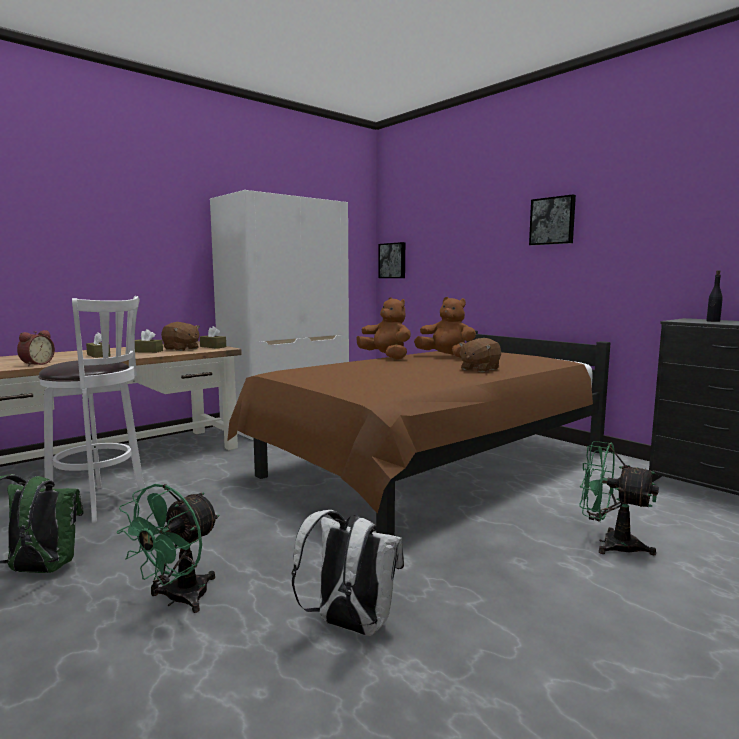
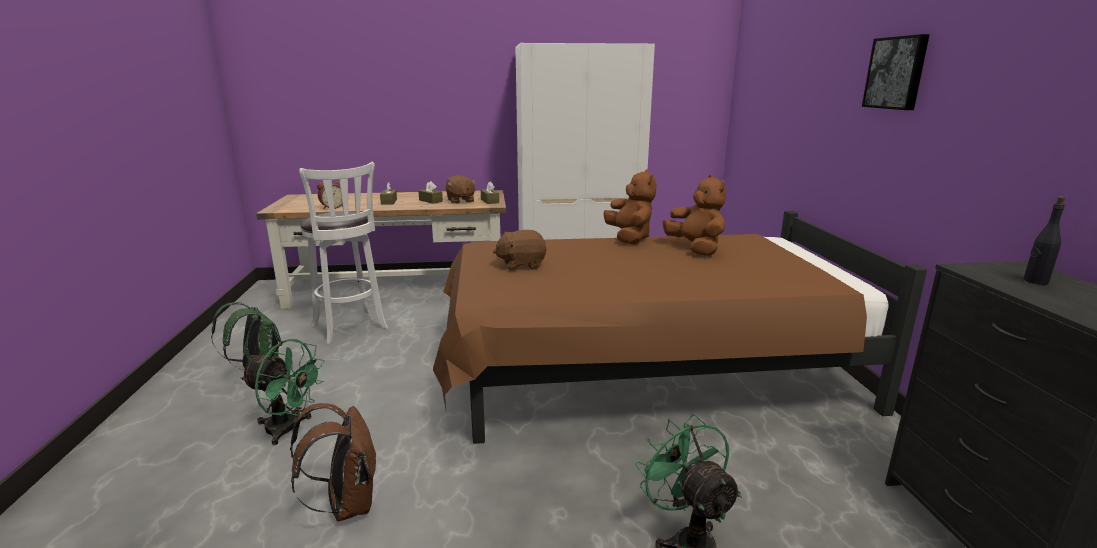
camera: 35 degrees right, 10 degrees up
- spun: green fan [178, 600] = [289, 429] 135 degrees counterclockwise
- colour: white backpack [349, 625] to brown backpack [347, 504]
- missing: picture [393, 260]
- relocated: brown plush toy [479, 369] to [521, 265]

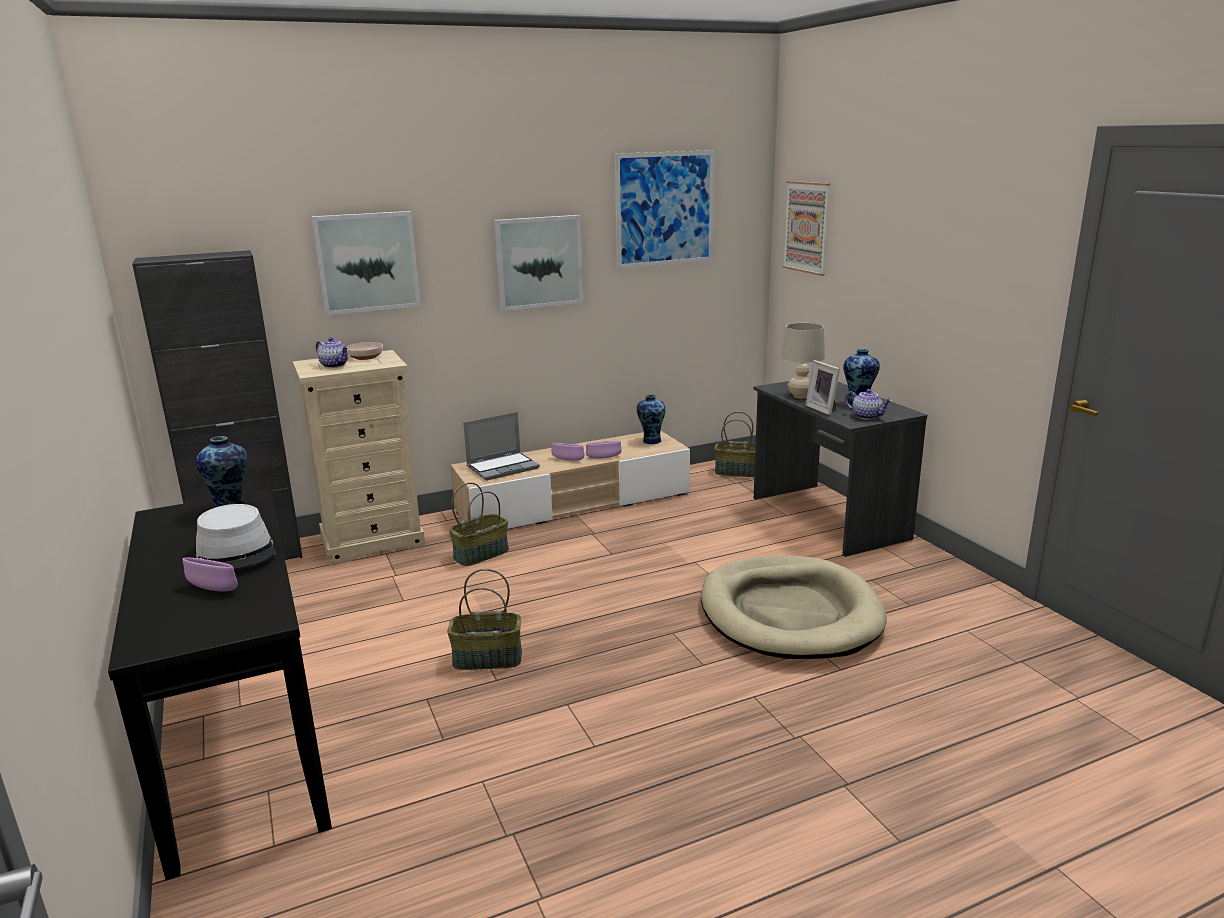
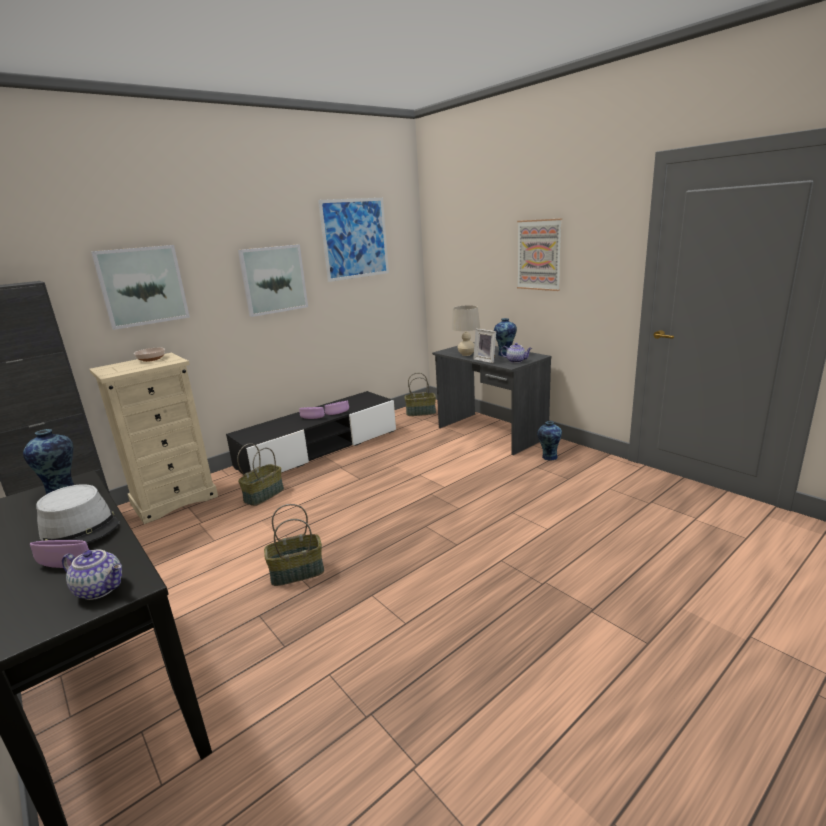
camera: 15 degrees left, 0 degrees up
- relocated: teapot [335, 365] to [101, 588]
- colour: beige tv stand [574, 503] to black tv stand [319, 449]
- missing: laptop [503, 467]
- relocated: vase [651, 441] to [548, 457]
- missing: beige dog bed [789, 613]
- relocated: picture [807, 227] to [539, 255]

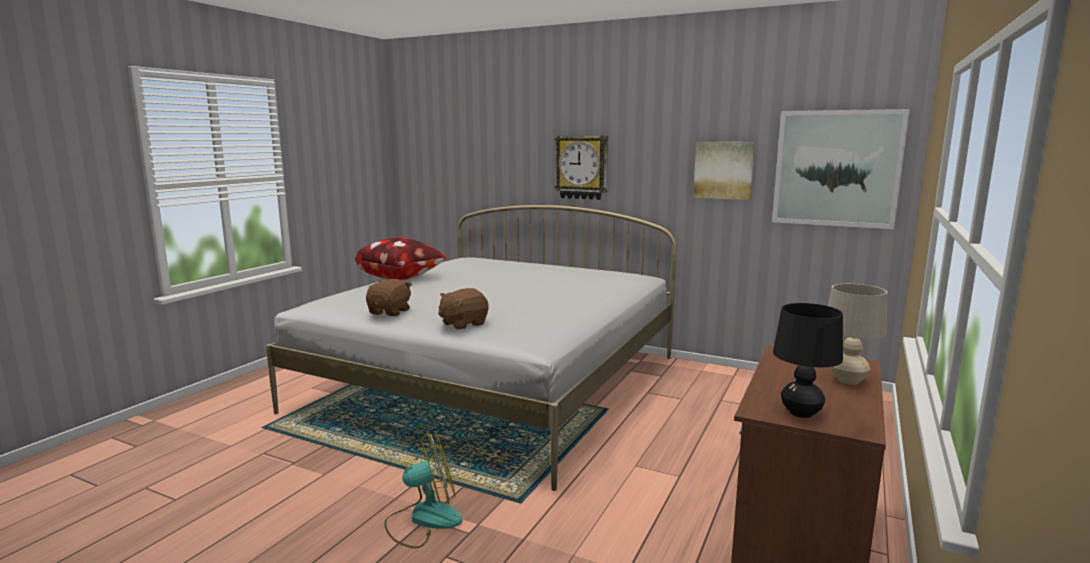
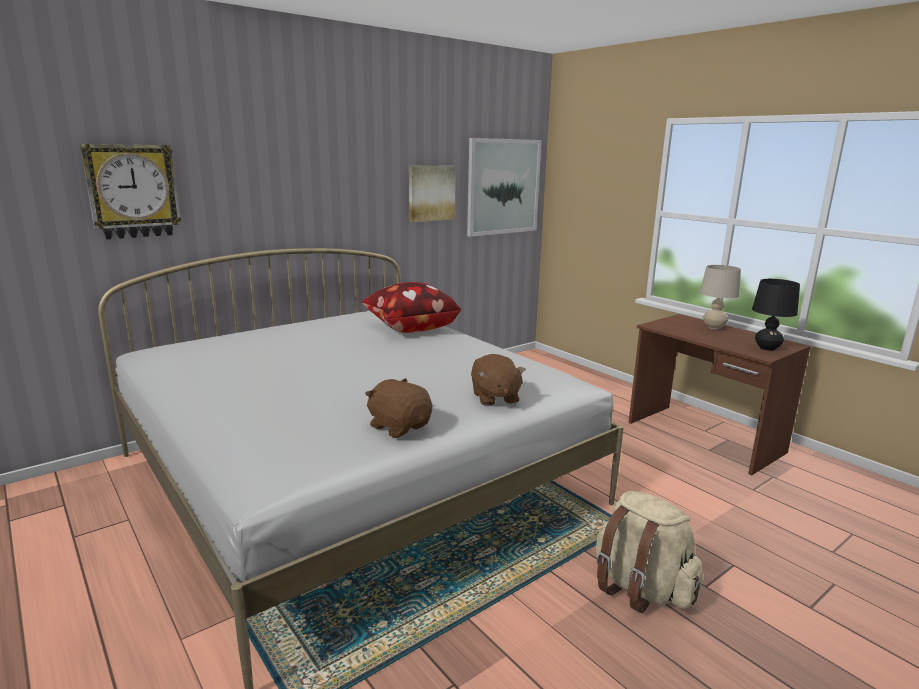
camera: 65 degrees left, 5 degrees up
- relocated: pillow [401, 278] to [410, 328]
- exchanged: fan [423, 520] to beige backpack [640, 588]
- relocated: wall clock [582, 167] to [133, 191]

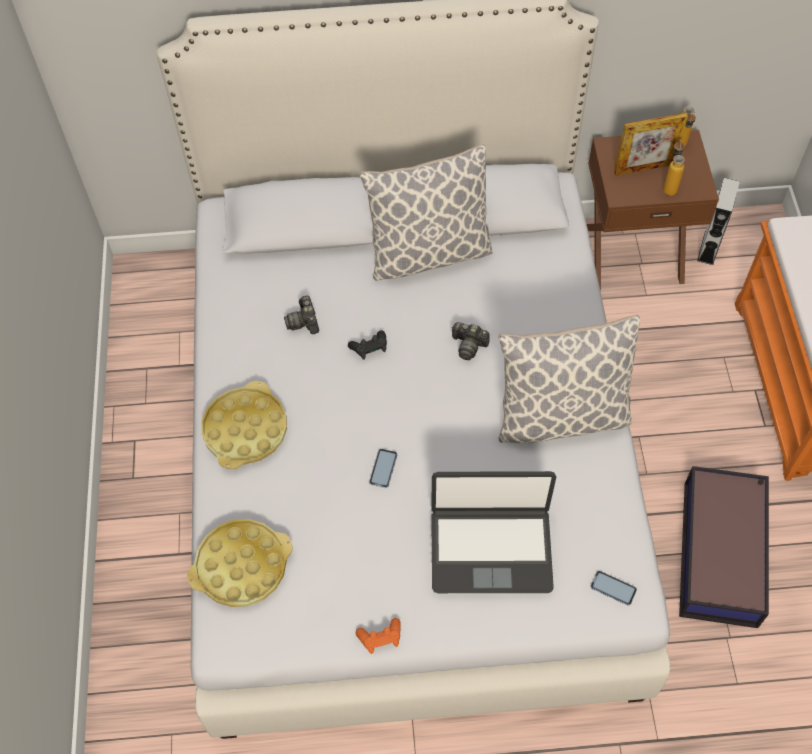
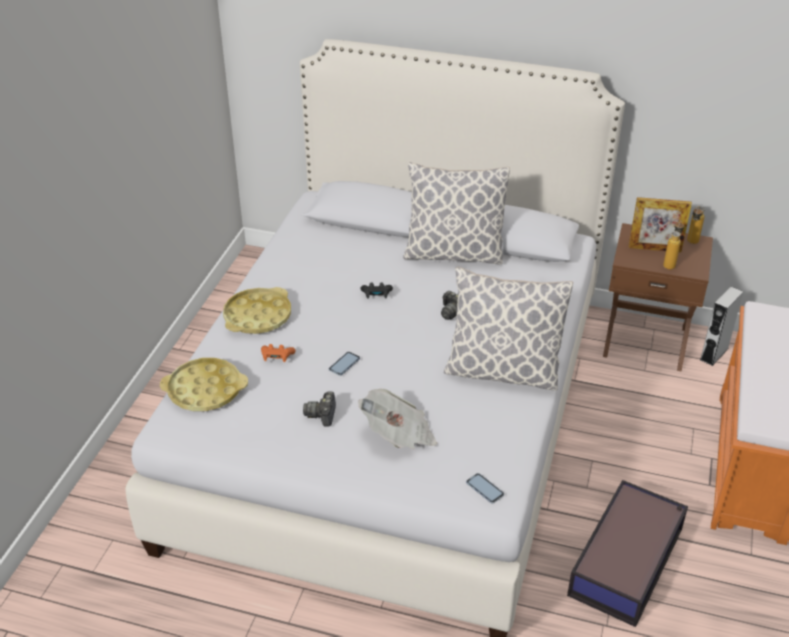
camera: 20 degrees right, 20 degrees down
- relocated: photo camera [304, 321] to [322, 415]
- relocated: orange game controller [380, 638] to [277, 357]
- exchanged: laptop [491, 549] to newspaper [399, 435]

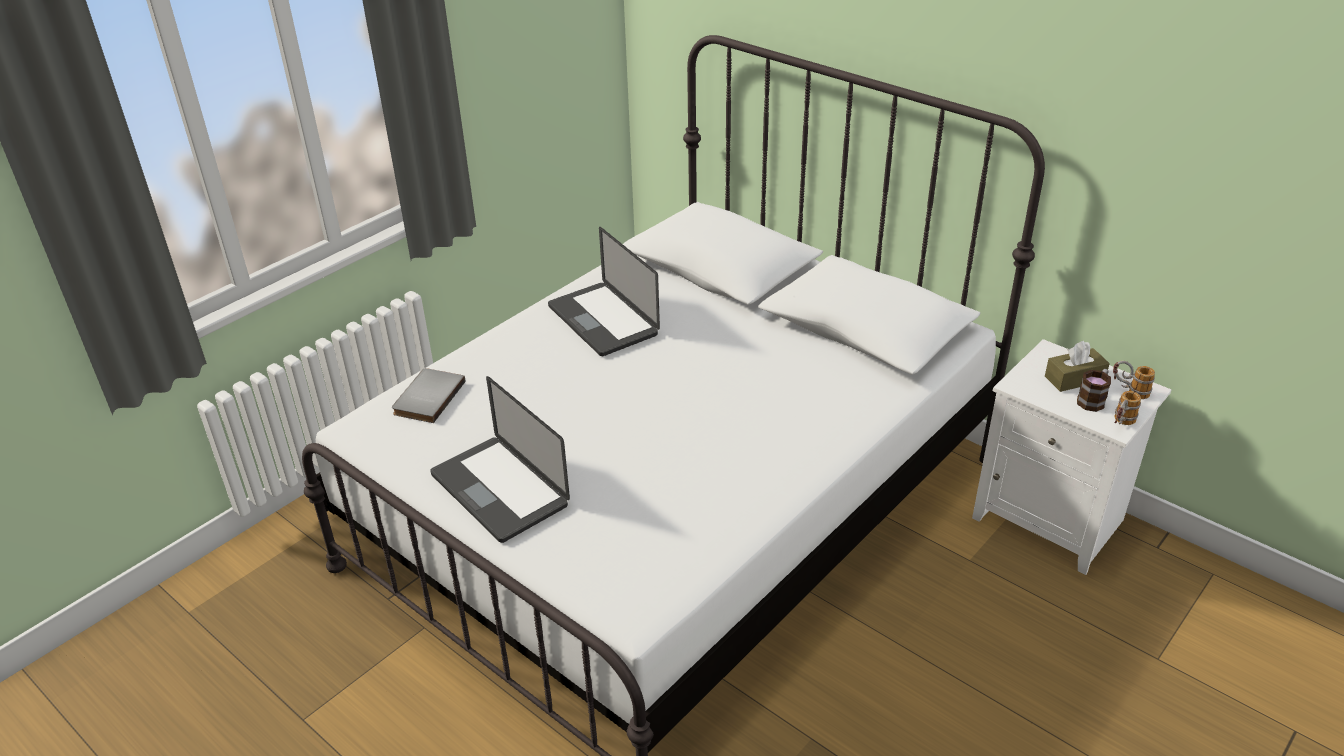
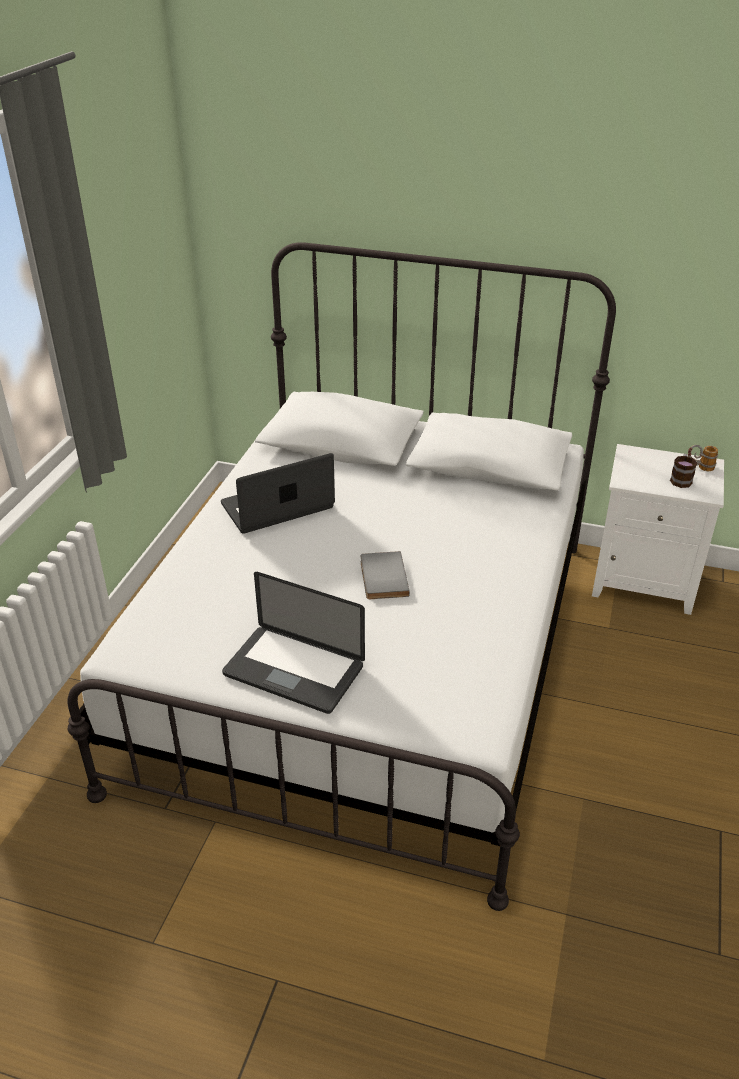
camera: 25 degrees left, 0 degrees up
- relocated: grey book [427, 397] to [381, 578]
- spun: laptop [603, 320] = [277, 506] 120 degrees clockwise
- missing: brown tissue box [1074, 379]
- missing: mug [1121, 424]

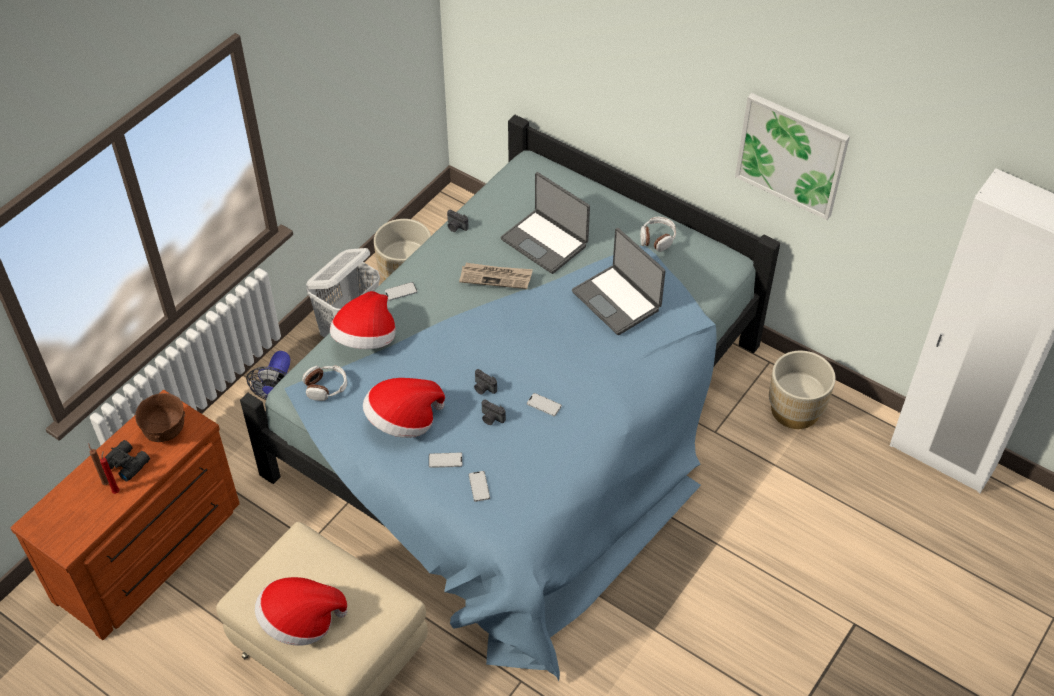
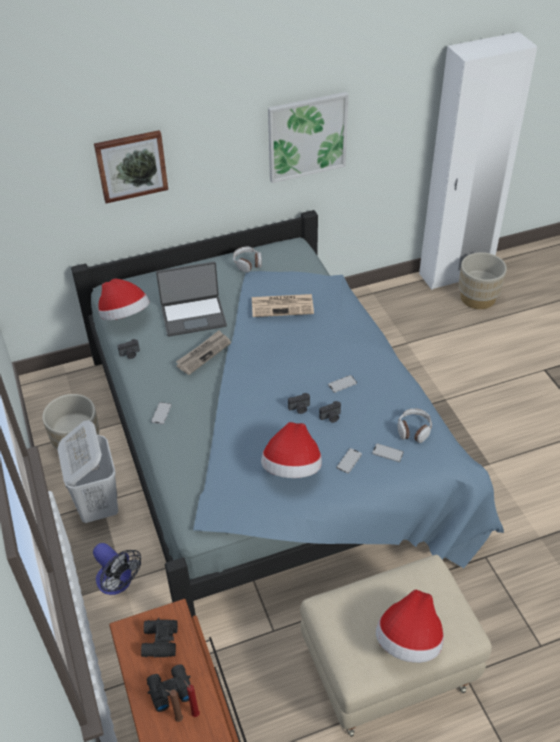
camera: 55 degrees left, 5 degrees down
- exchanged: brown bowl [165, 431] to black binoculars [159, 642]
- relocated: headphones [326, 387] to [414, 430]
- relocated: hat [366, 340] to [125, 316]
- exchanged: laptop [617, 300] to newspaper [283, 305]
- relocated: beige planter [795, 410] to [477, 298]
- appeared: picture [131, 165]

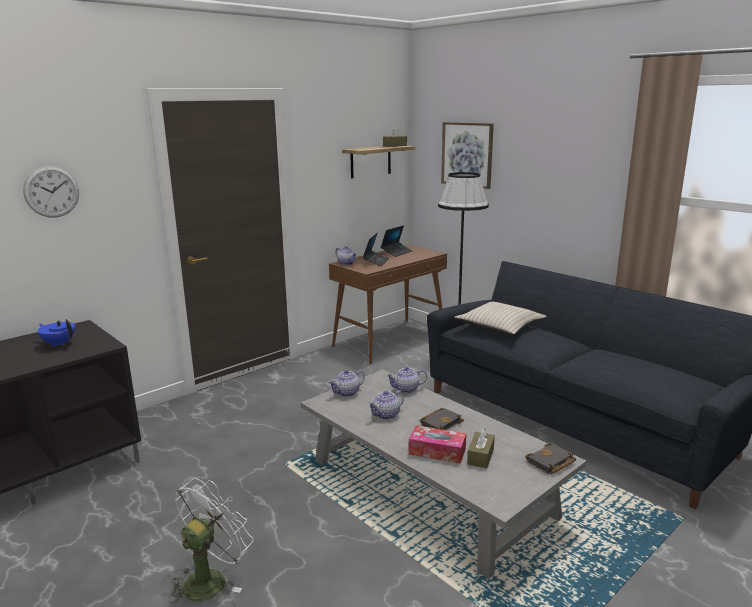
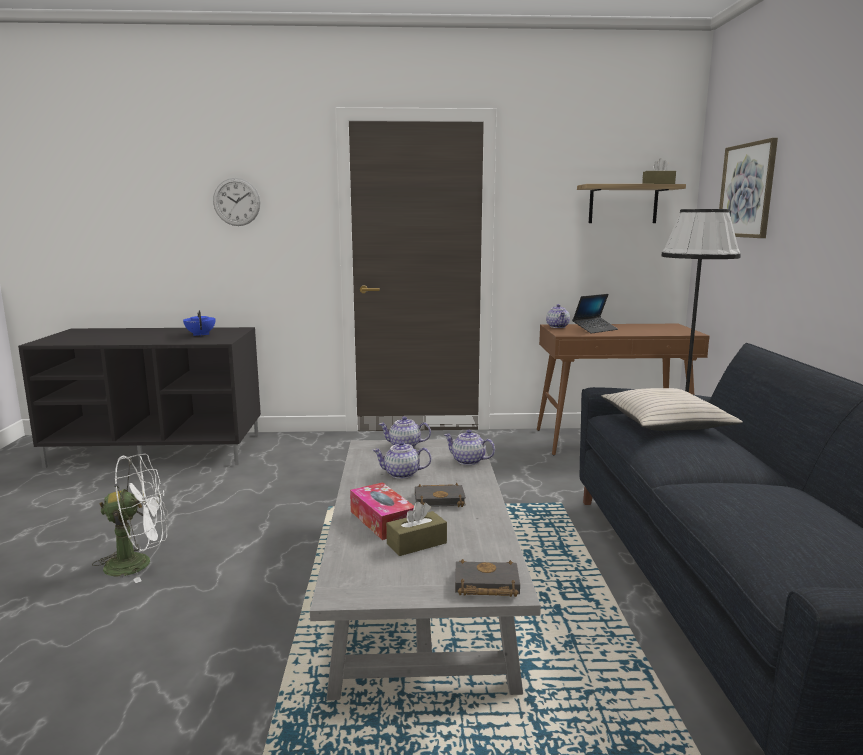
camera: 40 degrees right, 5 degrees down
- missing: laptop [396, 252]

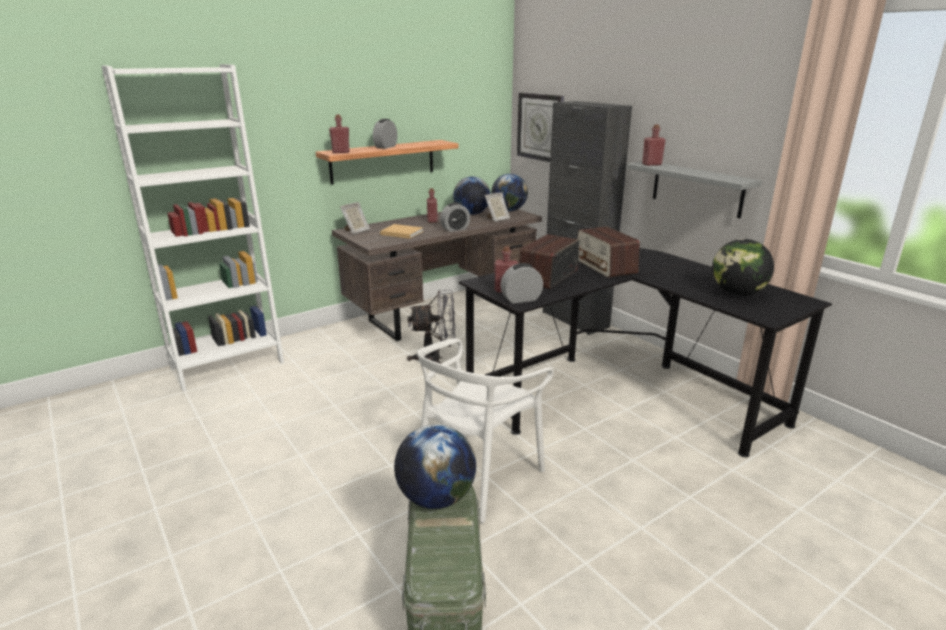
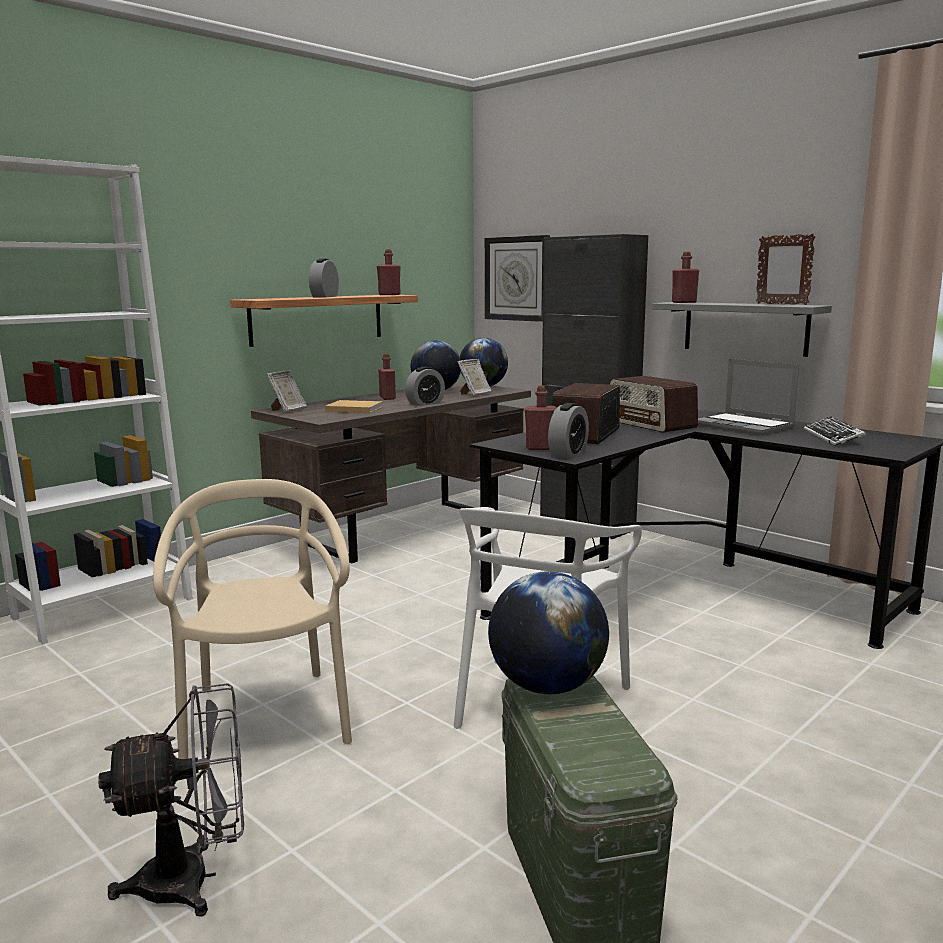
camera: 10 degrees left, 10 degrees down
- relocated: red bottle [341, 152] to [389, 295]
- relocated: grey fan [435, 358] to [194, 880]
- spun: alarm clock [521, 299] = [568, 454] 150 degrees clockwise
- exchanged: globe [737, 293] to keyboard [833, 437]
- appeared: beige chair [265, 718]
- appeared: laptop [744, 426]
- appeared: picture frame [781, 304]

